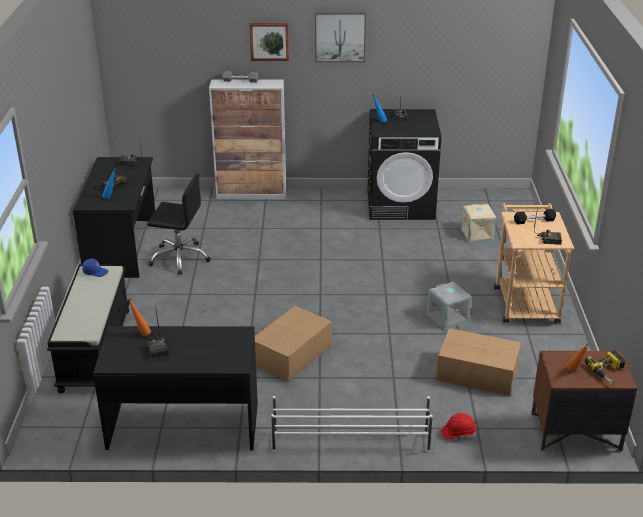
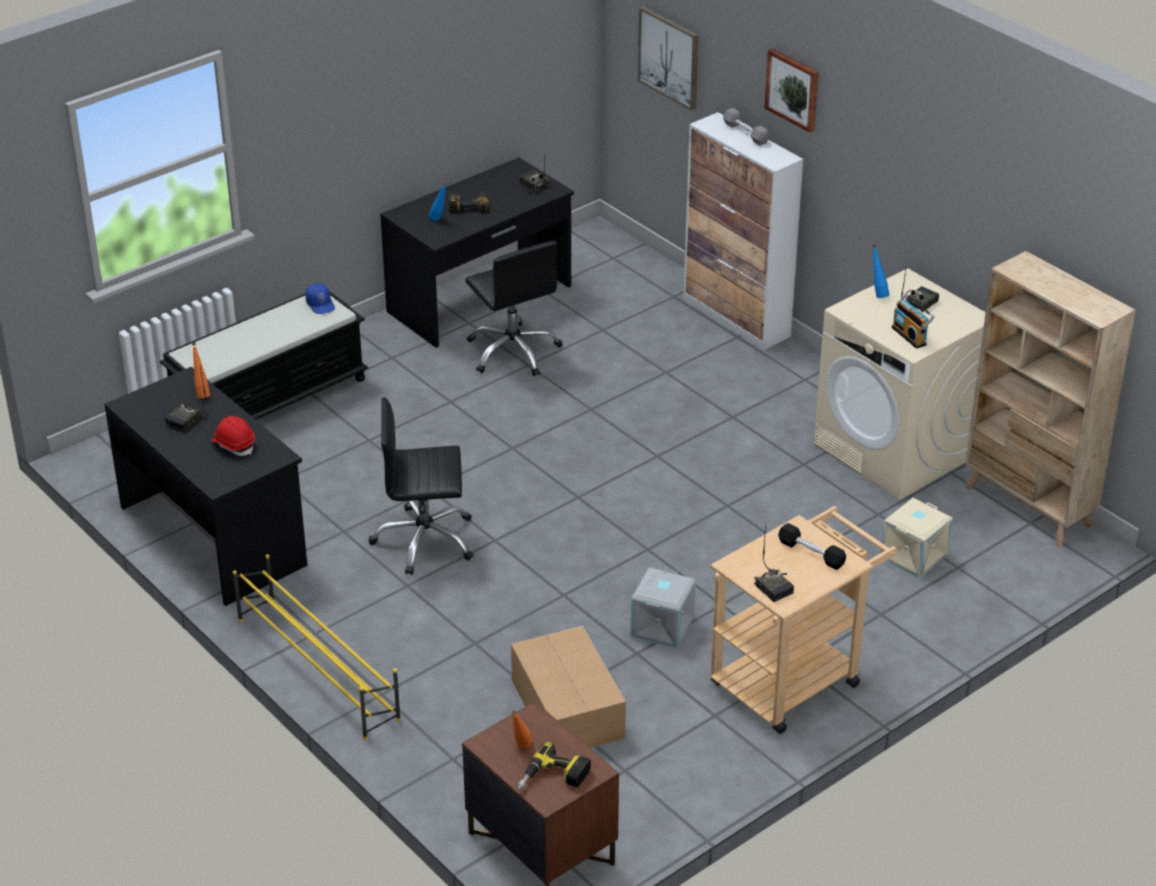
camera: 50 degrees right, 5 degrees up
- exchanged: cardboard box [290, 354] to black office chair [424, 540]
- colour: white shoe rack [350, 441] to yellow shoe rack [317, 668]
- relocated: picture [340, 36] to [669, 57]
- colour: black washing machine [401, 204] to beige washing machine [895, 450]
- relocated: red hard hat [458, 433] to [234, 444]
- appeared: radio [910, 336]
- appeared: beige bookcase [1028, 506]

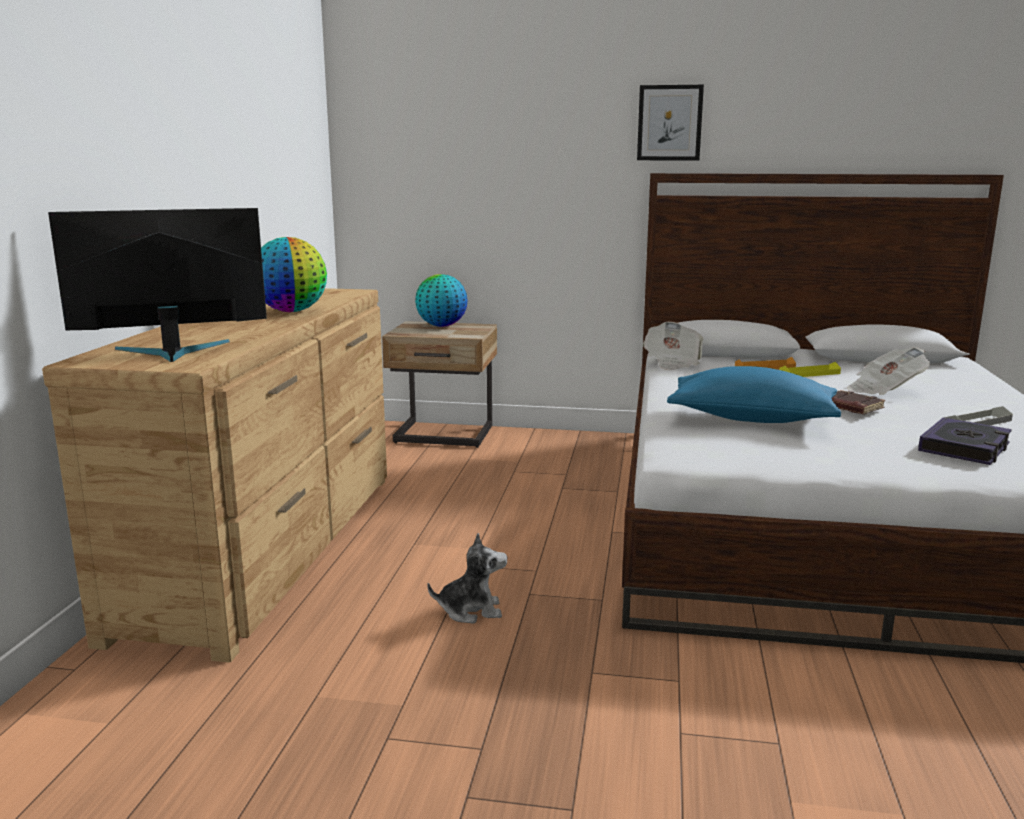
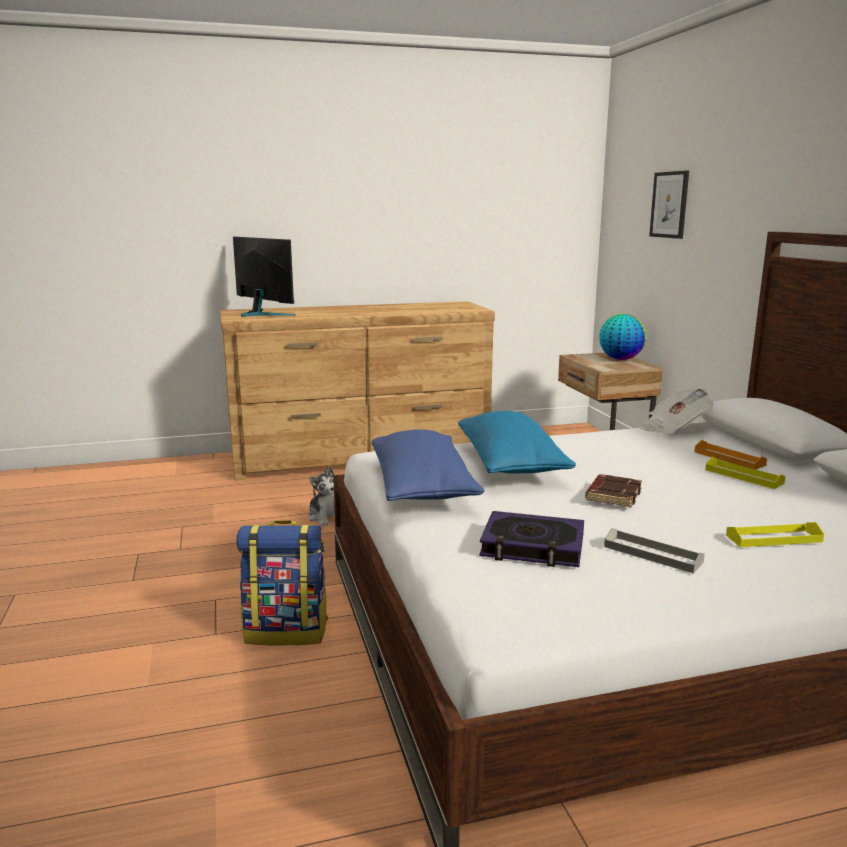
camera: 65 degrees right, 0 degrees up
- missing: globe [292, 311]
- relocated: picture [669, 123] to [669, 204]
- missing: newspaper [884, 390]
- appeared: backpack [287, 631]
- appeared: blue pillow [422, 488]
- appeared: yellow tray [773, 538]

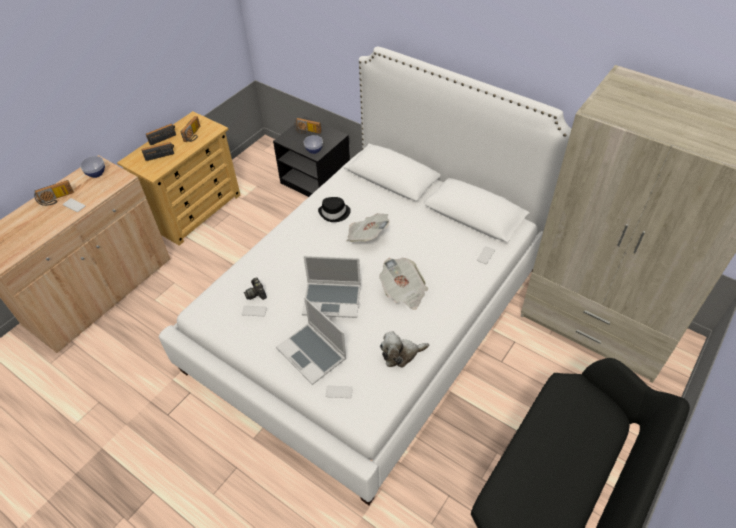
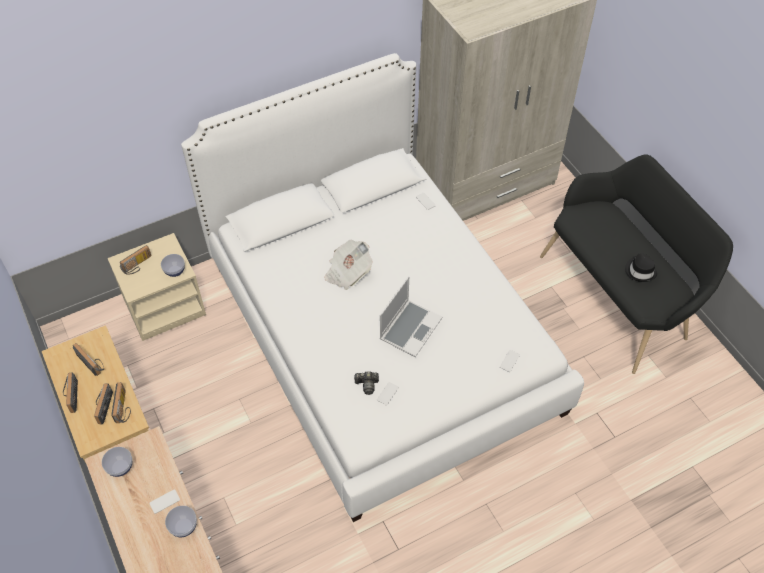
camera: 65 degrees left, 5 degrees up
- relocated: radio [56, 199] to [124, 408]
- colour: black nightstand [316, 180] to beige nightstand [165, 306]
- missing: laptop [313, 354]
- relocated: black hat [334, 213] to [640, 271]
- missing: newspaper [403, 291]
- missing: plush toy [401, 354]
- appeared: bowl [183, 526]

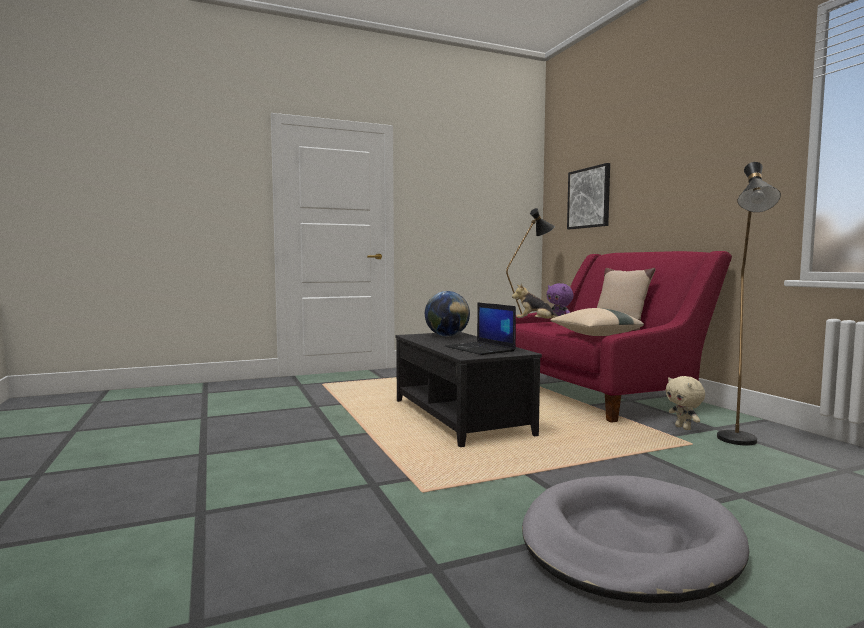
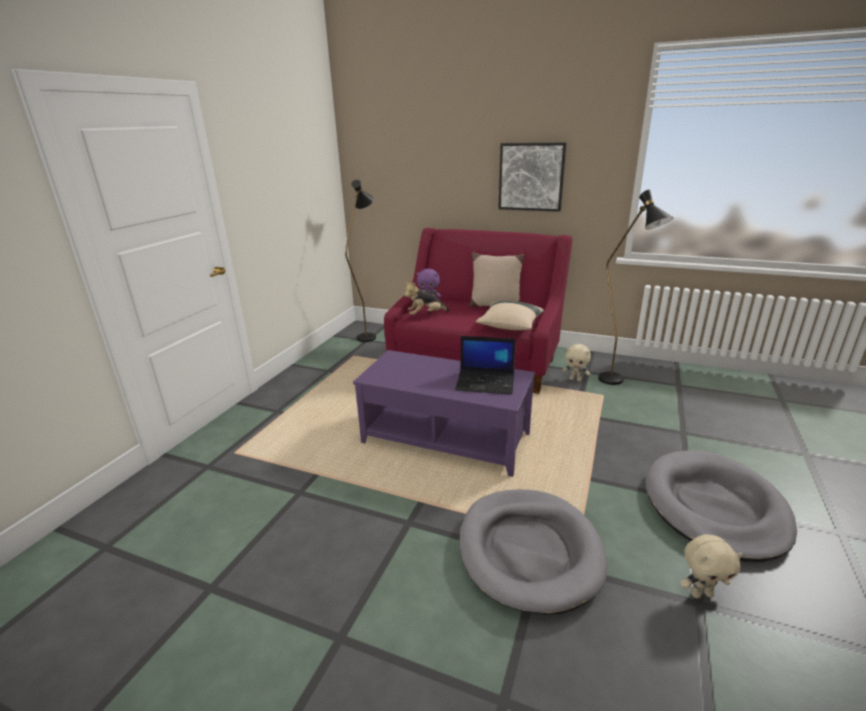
camera: 45 degrees left, 20 degrees up
- colour: black coffee table [461, 417] to purple coffee table [446, 437]
- missing: globe [447, 336]
- relocated: picture [589, 198] to [531, 177]
- appeared: grey dog bed [529, 551]
- appeared: beige plush toy [701, 593]

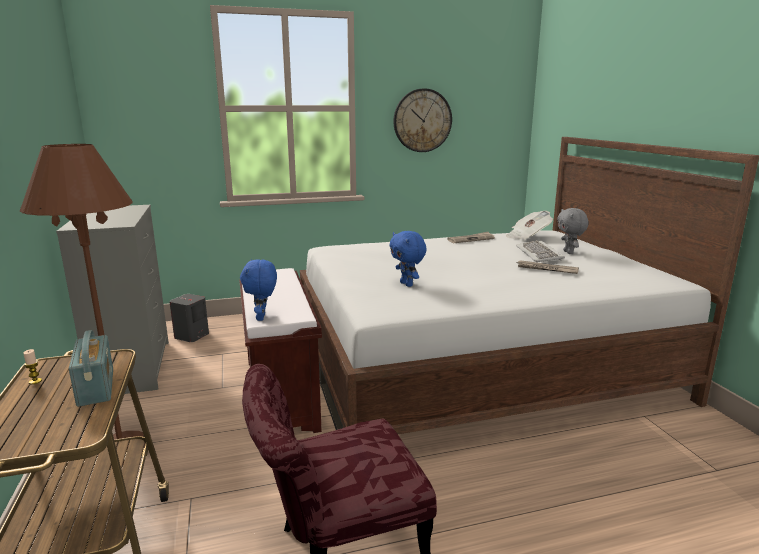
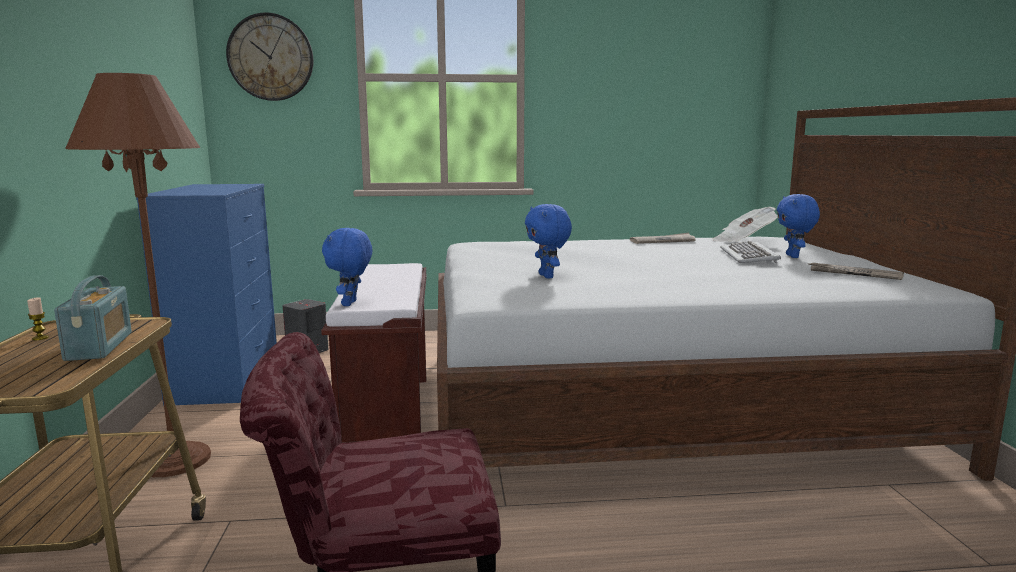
camera: 10 degrees right, 5 degrees down
- colour: grey dresser [133, 367] to blue dresser [226, 378]
- relocated: wall clock [422, 120] to [270, 57]
- relocated: newspaper [546, 269] to [853, 274]
- colour: grey plush toy [569, 252] to blue plush toy [793, 256]

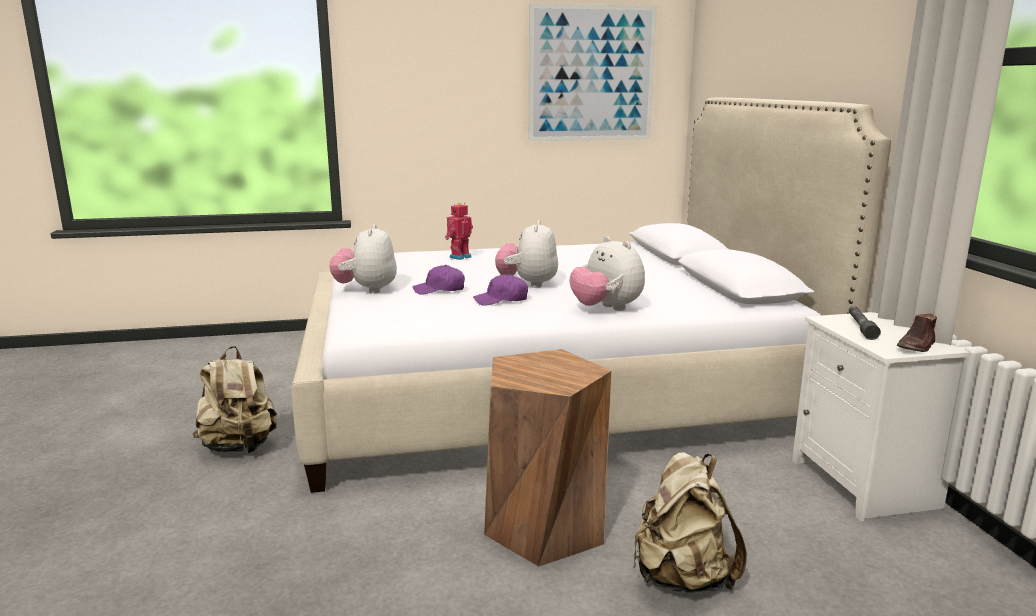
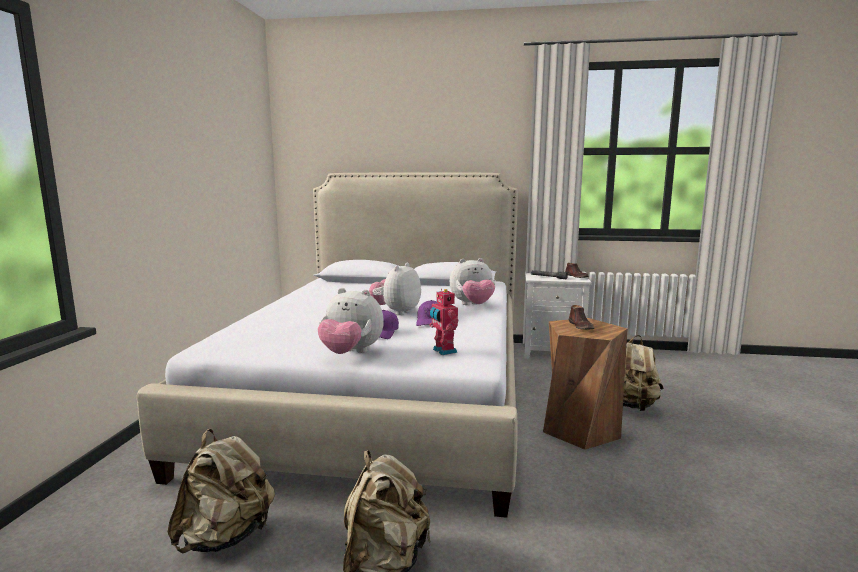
camera: 70 degrees left, 5 degrees down
- relocated: toy robot [459, 257] to [443, 351]
- spun: plush toy [528, 284] = [396, 312] 90 degrees clockwise
- missing: picture [591, 74]
- appeared: beige backpack [226, 536]
- appeared: brown shoe [581, 326]

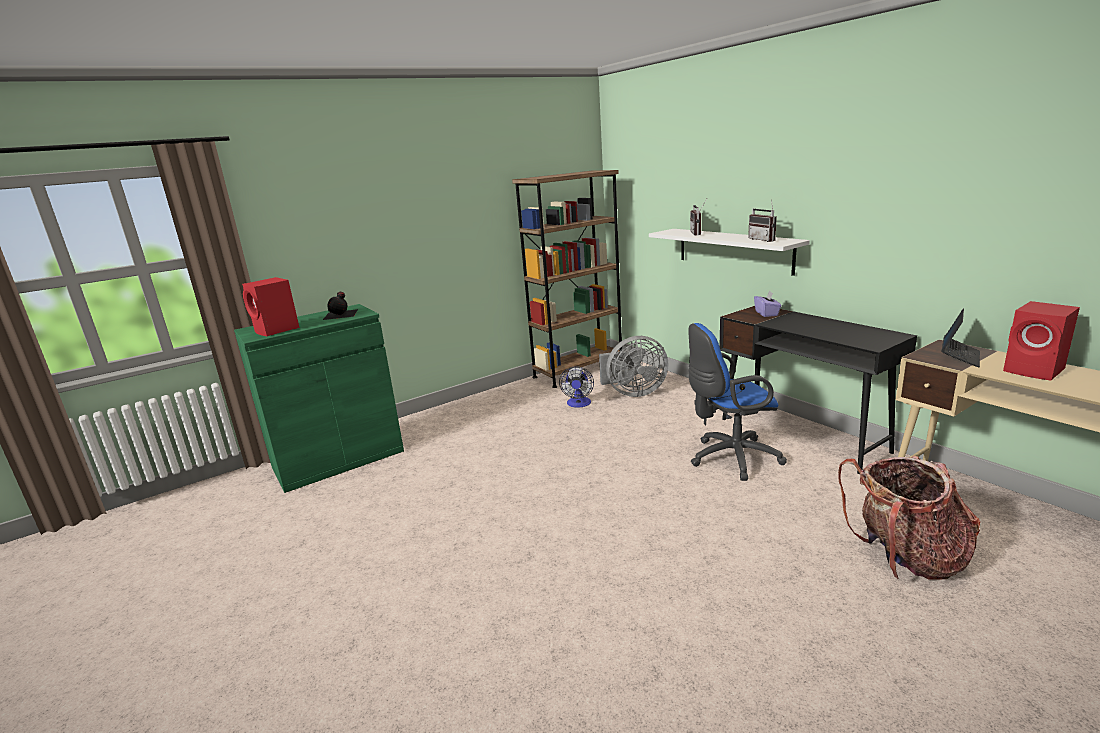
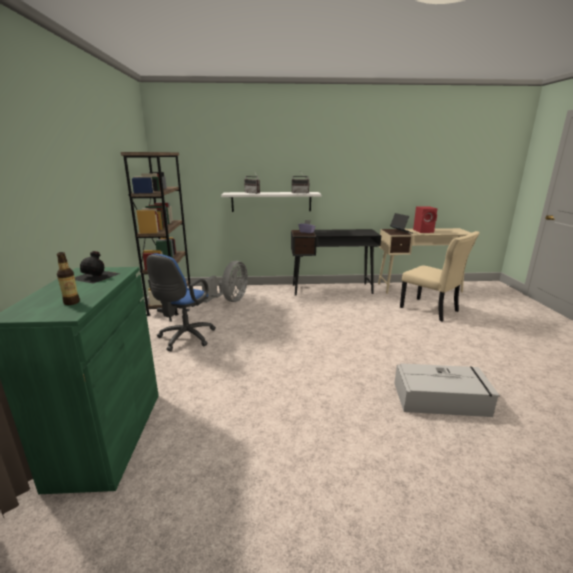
camera: 60 degrees left, 0 degrees up
- exchanged: red speaker [277, 330] to bottle [72, 302]
- missing: fan [578, 404]
- relocated: blue office chair [730, 458] to [184, 339]
- exchanged: backpack [904, 558] to beige chair [431, 310]
- appeared: grey storage box [442, 399]

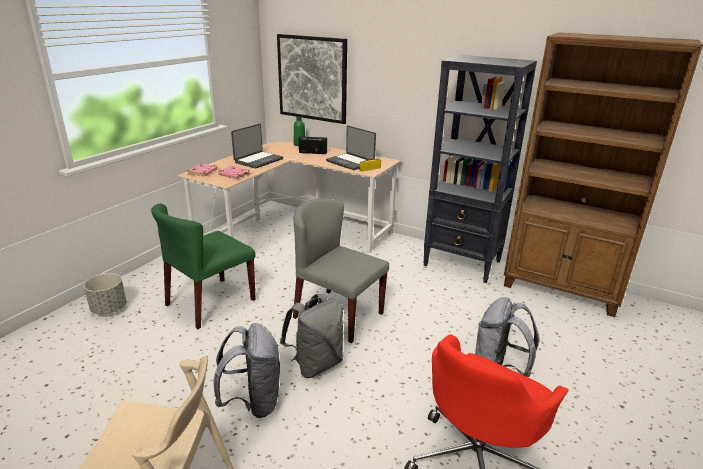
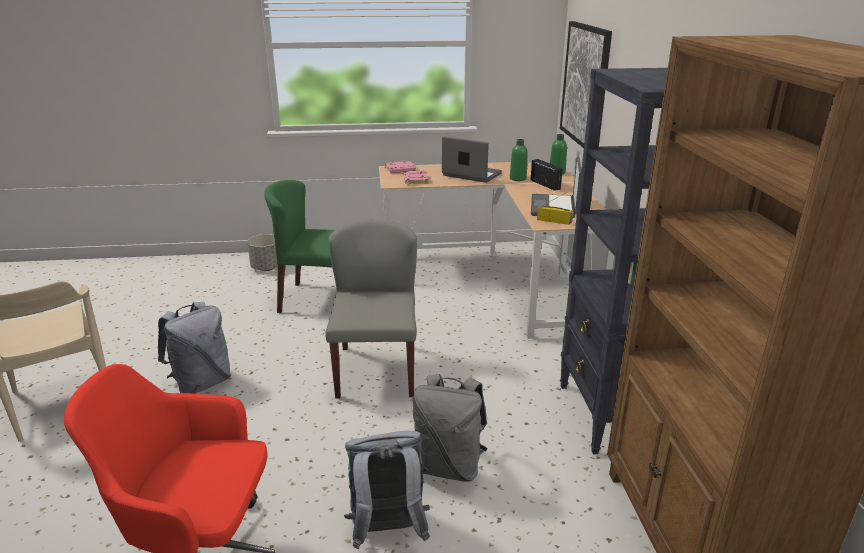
camera: 55 degrees right, 0 degrees up
- spun: laptop [258, 160] = [471, 175] 150 degrees counterclockwise
- relocated: grey backpack [316, 364] to [449, 466]
- appeared: green bottle [518, 178]

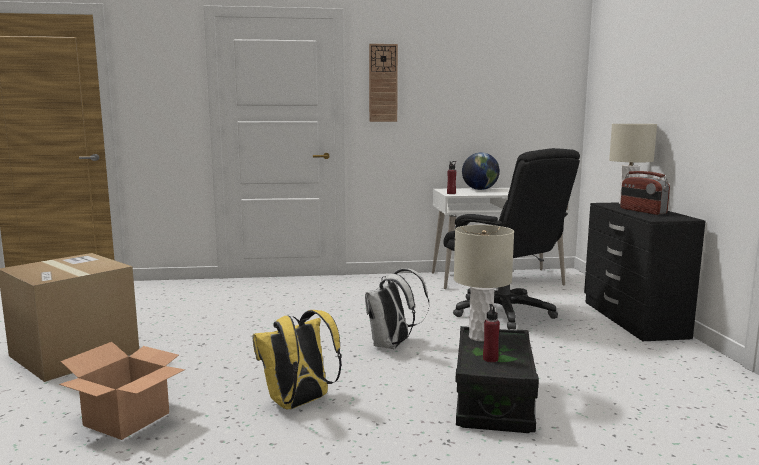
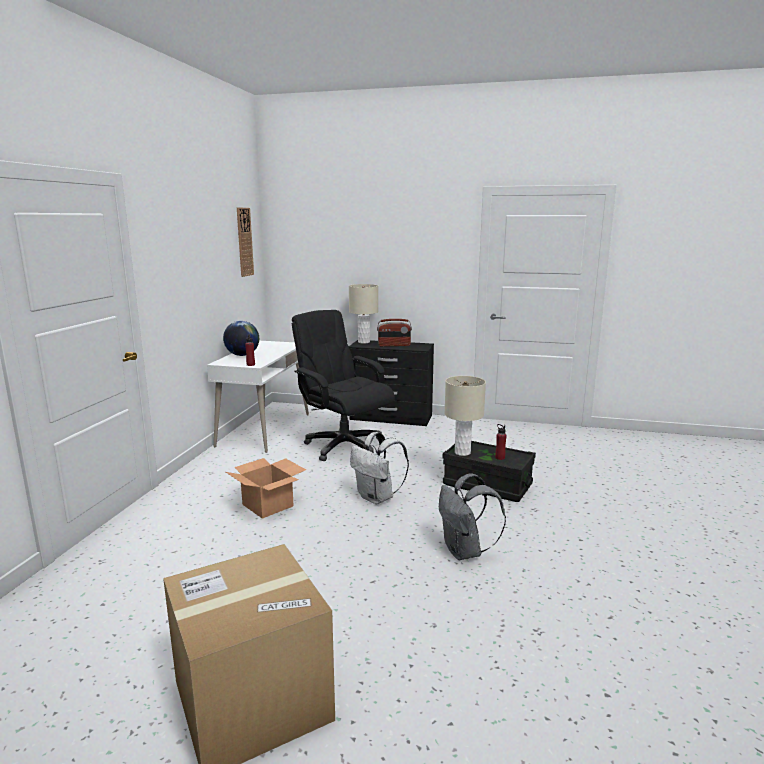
camera: 70 degrees left, 5 degrees up
- relocated: cardboard box [127, 418] to [267, 505]
- colour: yellow backpack [299, 403] to grey backpack [465, 552]
- relocated: wall clock [383, 83] to [244, 242]
- spun: black office chair [504, 312] = [344, 446] 120 degrees counterclockwise

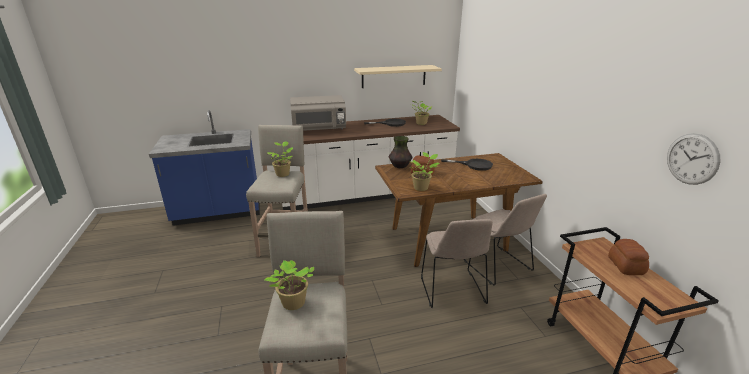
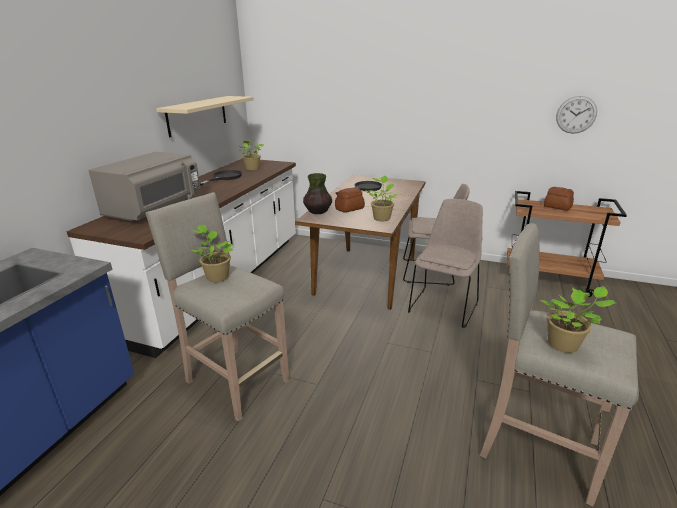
camera: 55 degrees left, 0 degrees up
- spun: beige chair [452, 291] = [443, 306] 90 degrees counterclockwise

